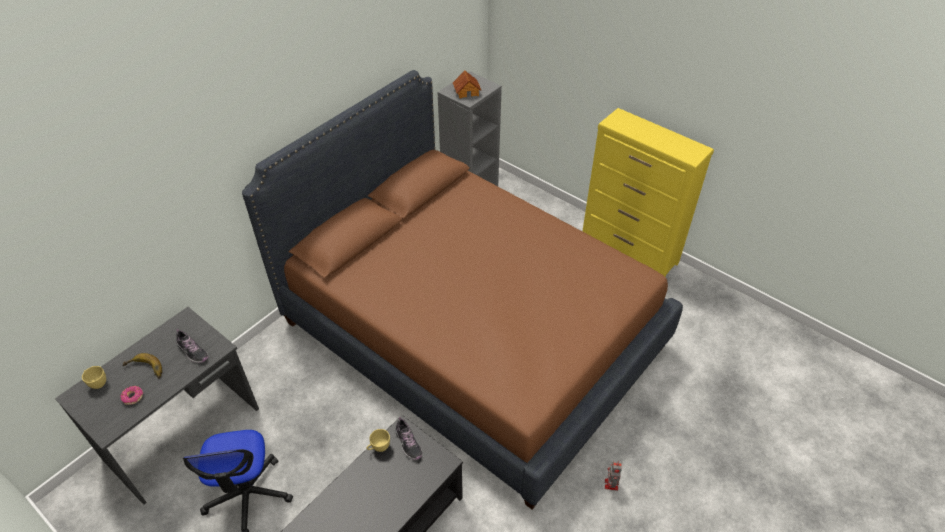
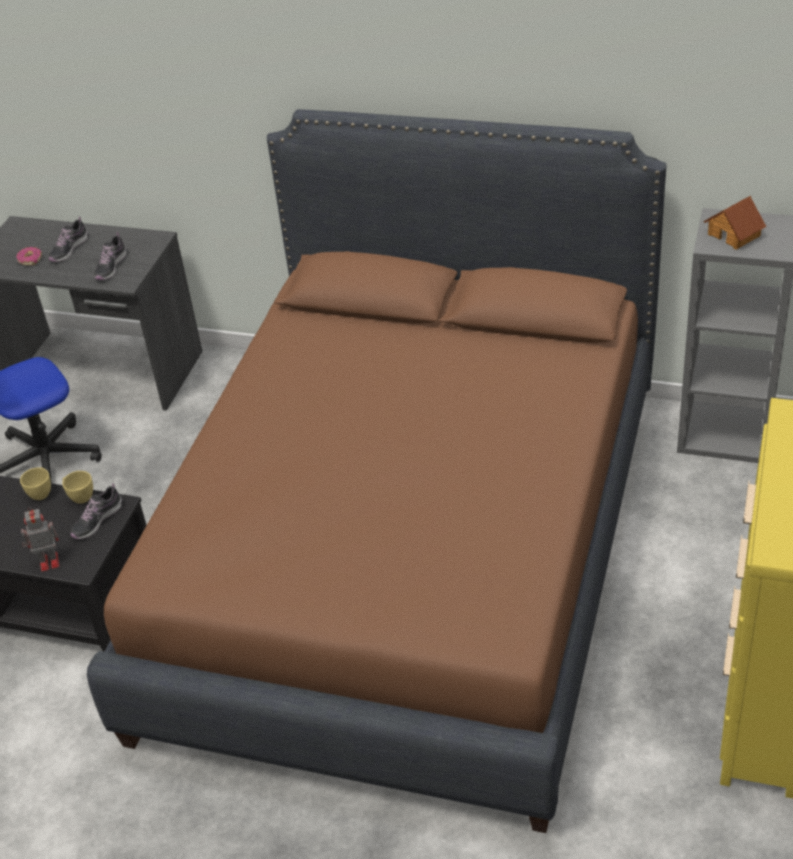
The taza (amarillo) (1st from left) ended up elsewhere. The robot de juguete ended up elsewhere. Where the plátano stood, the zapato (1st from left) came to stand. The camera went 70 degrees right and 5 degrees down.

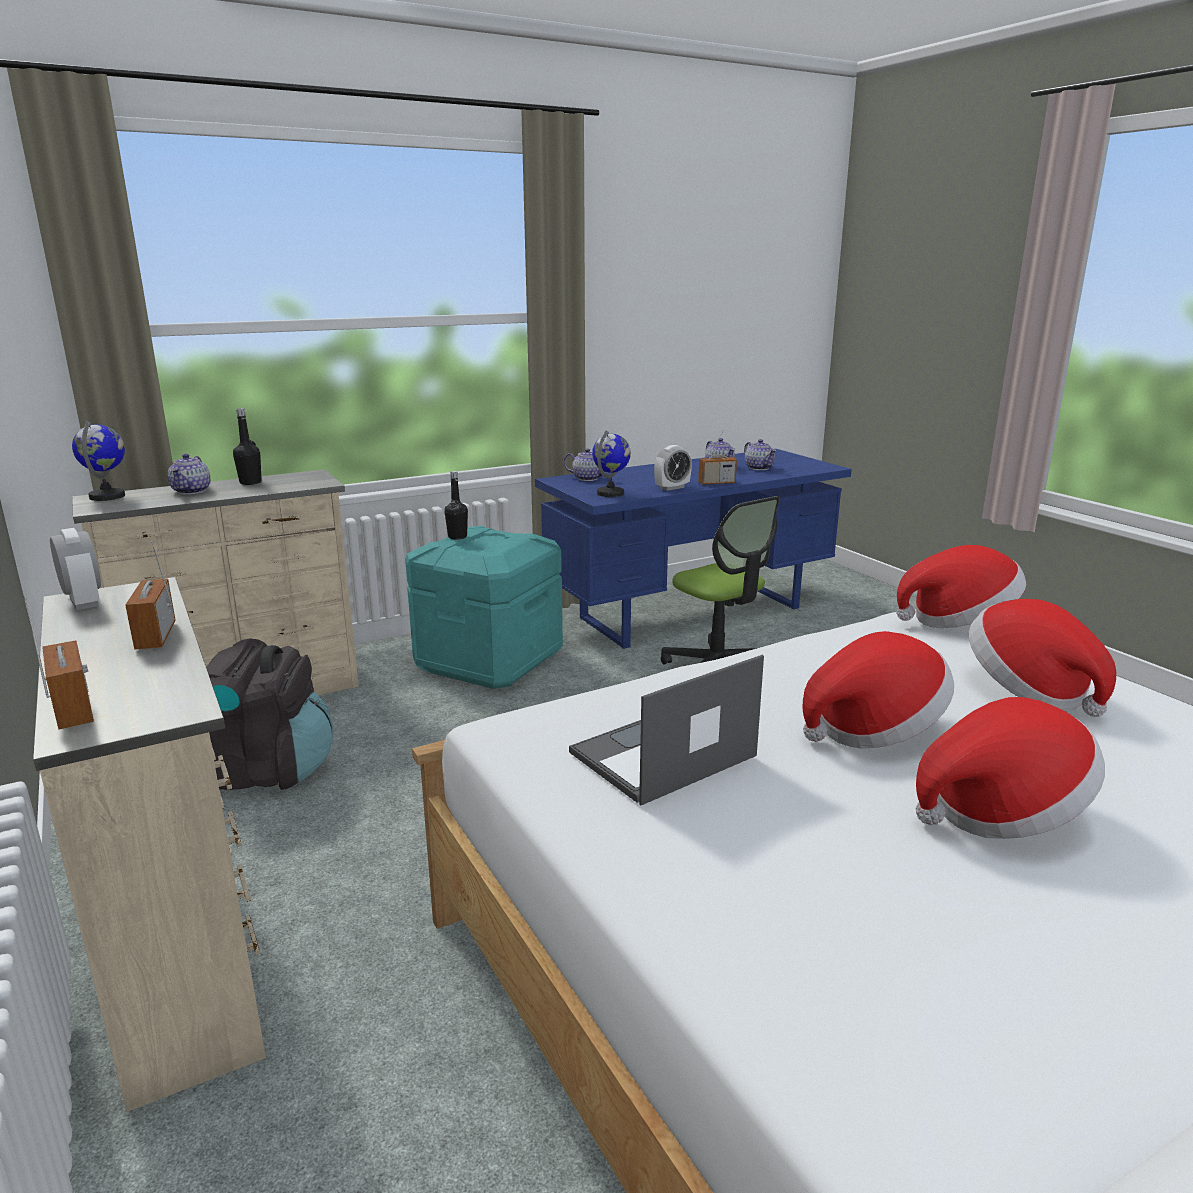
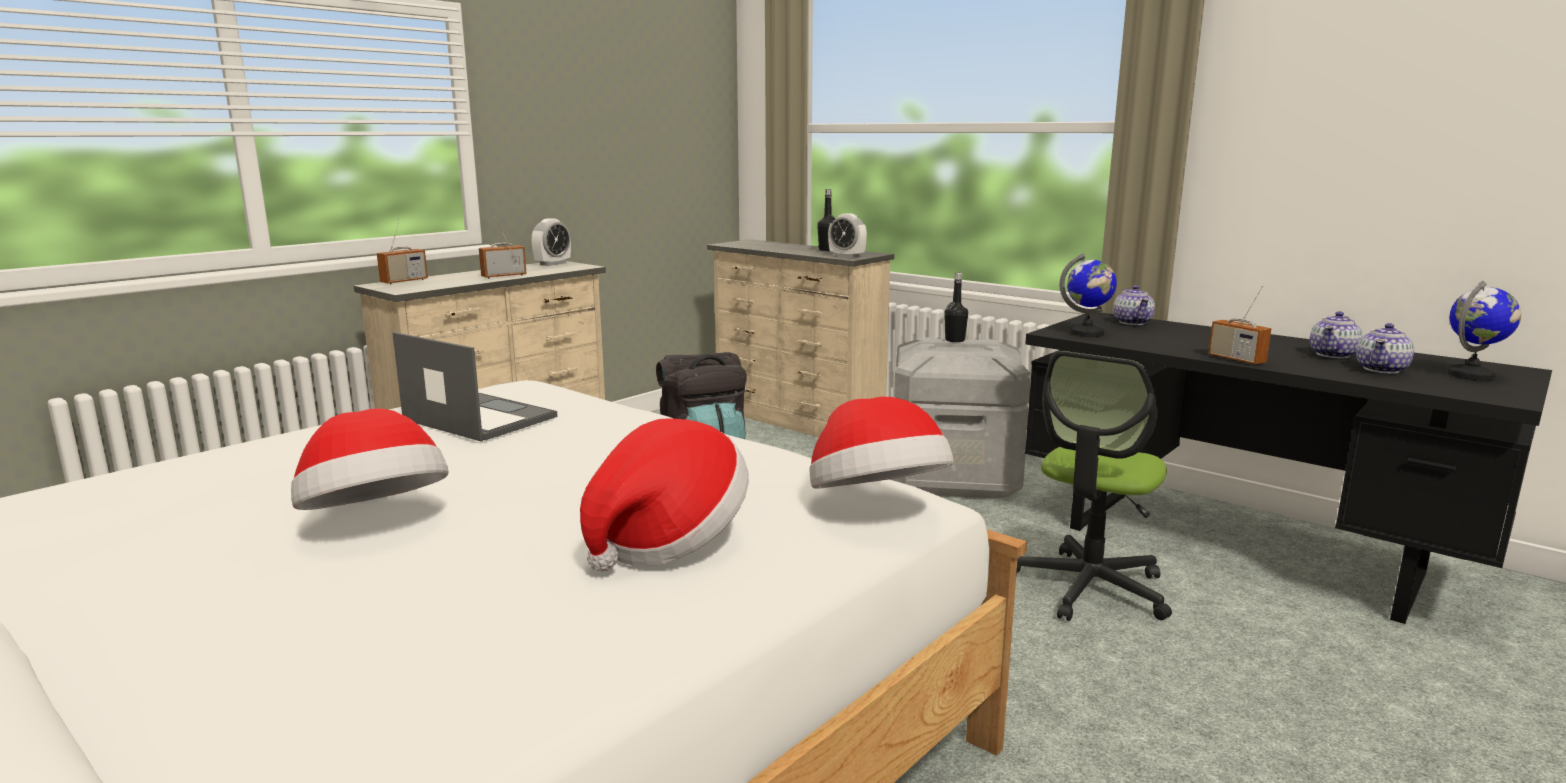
The despertador (2nd from left) ended up elsewhere. What was the caja de almacenaje (turquesa) turned into the caja de almacenaje (gris). What was the escritorio (azul) turned into the escritorio (negro). The globo terráqueo (1st from left in the first image) ended up elsewhere. The second view lost the tetera (1st from left). The second view lost the sombrero (1st from left). The camera went 70 degrees right and 5 degrees down.

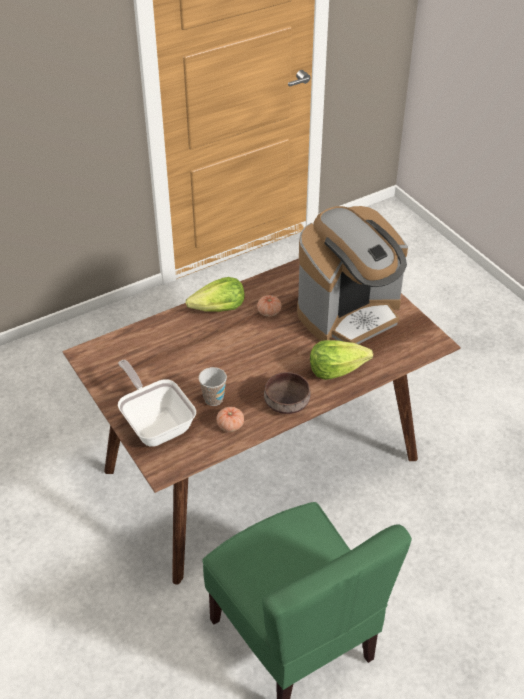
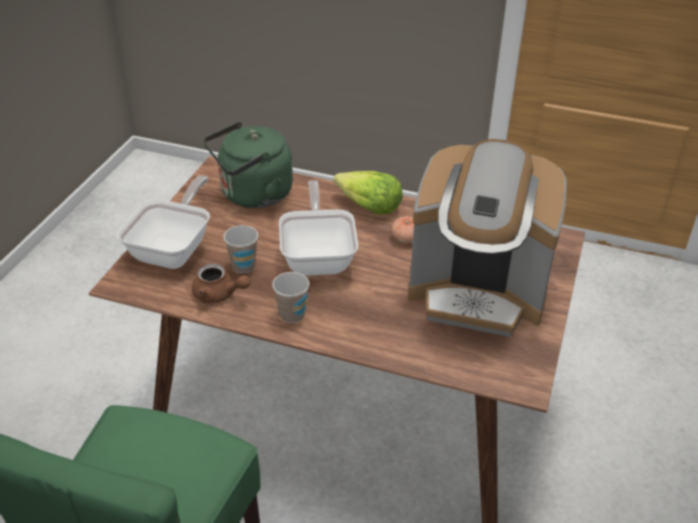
Where the tomate (1st from left) stood, the tetera (marrón) came to stand. The second view gained the hervidor (verde). Where the cuenco (marrón) stood, the taza (2nd from left) came to stand. The second view gained the sartén (2nd from left). The second view lost the lechuga (2nd from left). The camera went 50 degrees right and 5 degrees down.

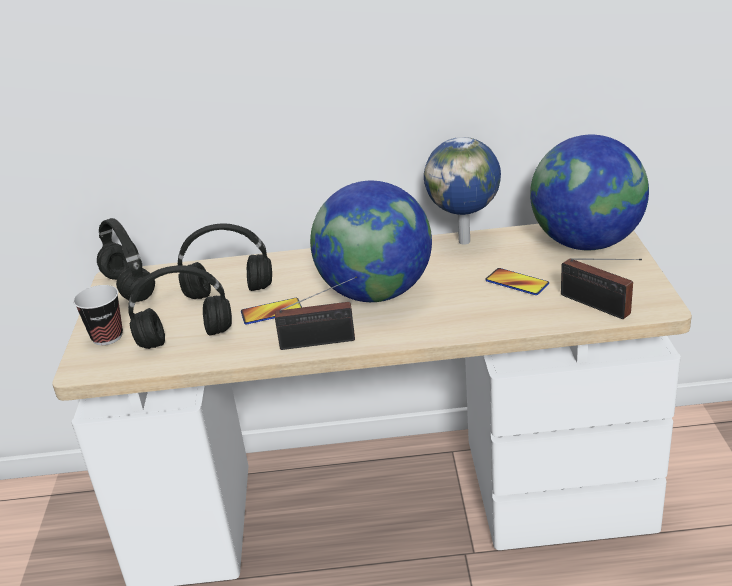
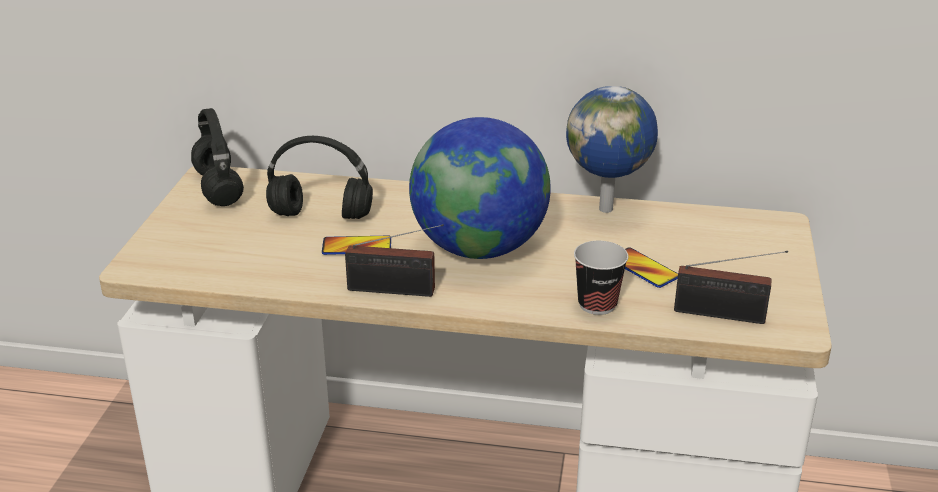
The taza ended up elsewhere. The radio (2nd from left) ended up facing another way, 45 degrees counterclockwise from before. The second view lost the auriculares (negro) (2nd from left). The second view lost the globo terráqueo (3rd from left). The camera went 10 degrees right and 0 degrees up.

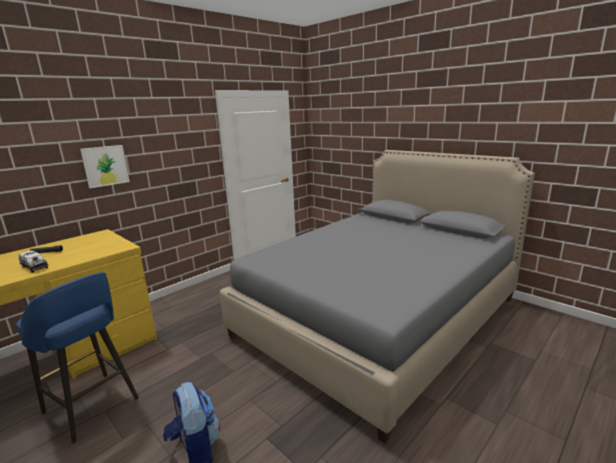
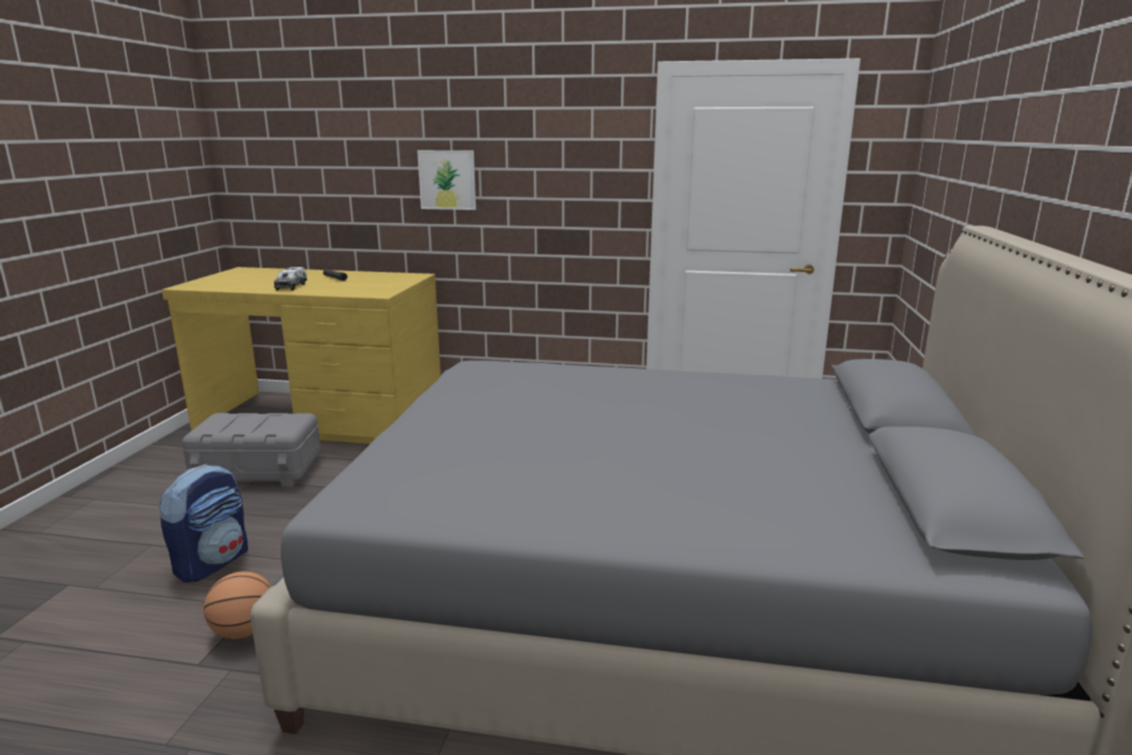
Where the taburete (azul) stood, the caja de almacenaje (gris) came to stand. The second view gained the balón de baloncesto. The camera went 55 degrees right and 0 degrees up.

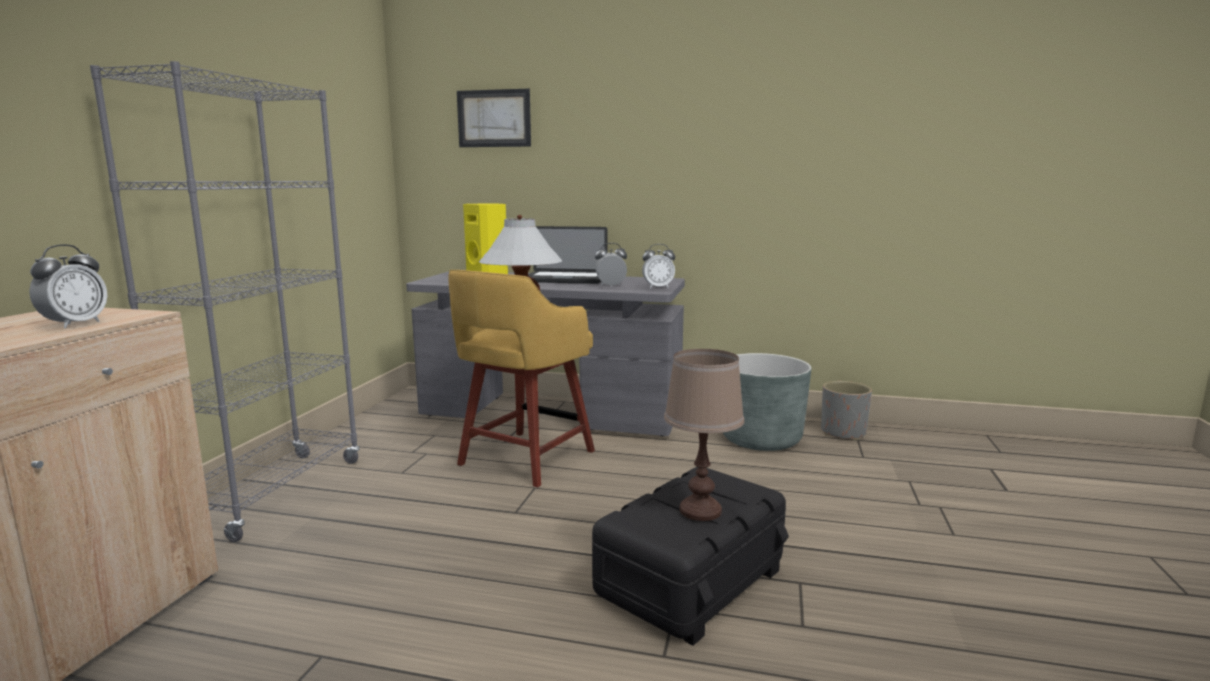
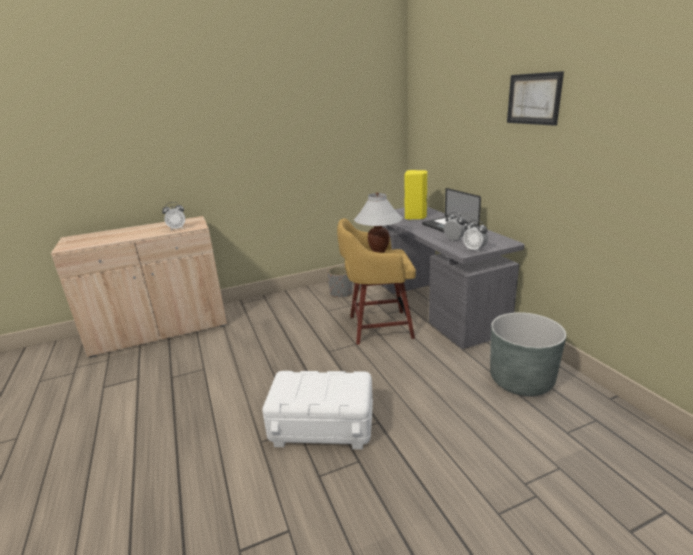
What was the caja de almacenaje (negro) turned into the caja de almacenaje (blanco). The maceta (gris) (2nd from left in the first image) ended up elsewhere. The cuadro ended up elsewhere. The second view lost the estantería (gris). The second view lost the lámpara de mesa (marrón). The camera went 55 degrees right and 10 degrees up.

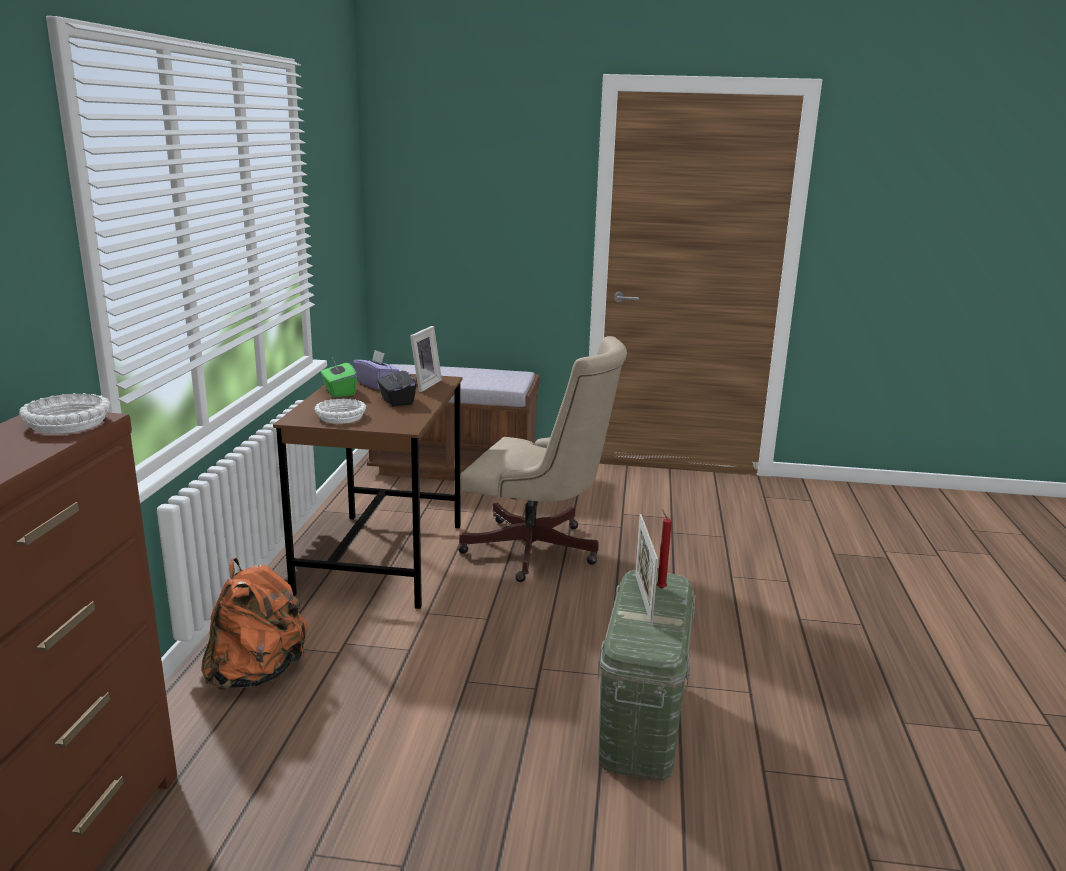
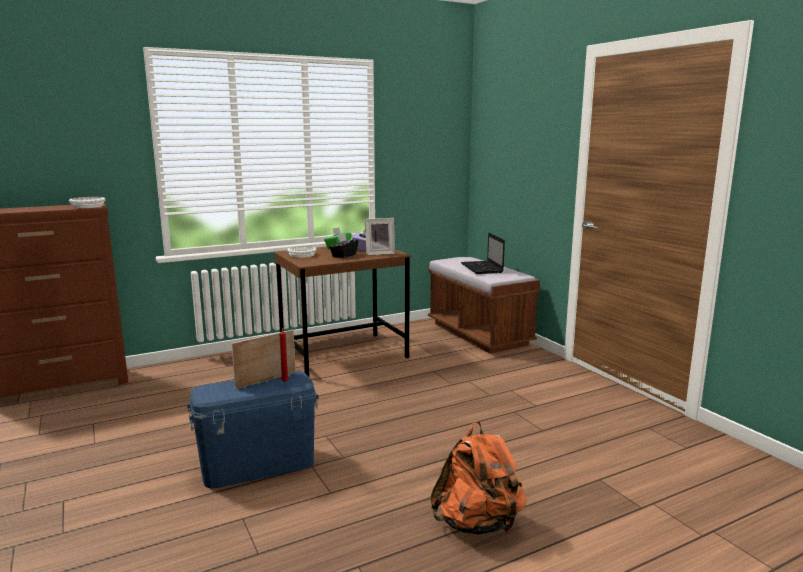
What was the caja de almacenaje (verde) turned into the caja de almacenaje (azul). The mochila (naranja) ended up elsewhere. The second view gained the portátil. The second view lost the silla de oficina (beis). The camera went 55 degrees right and 5 degrees down.

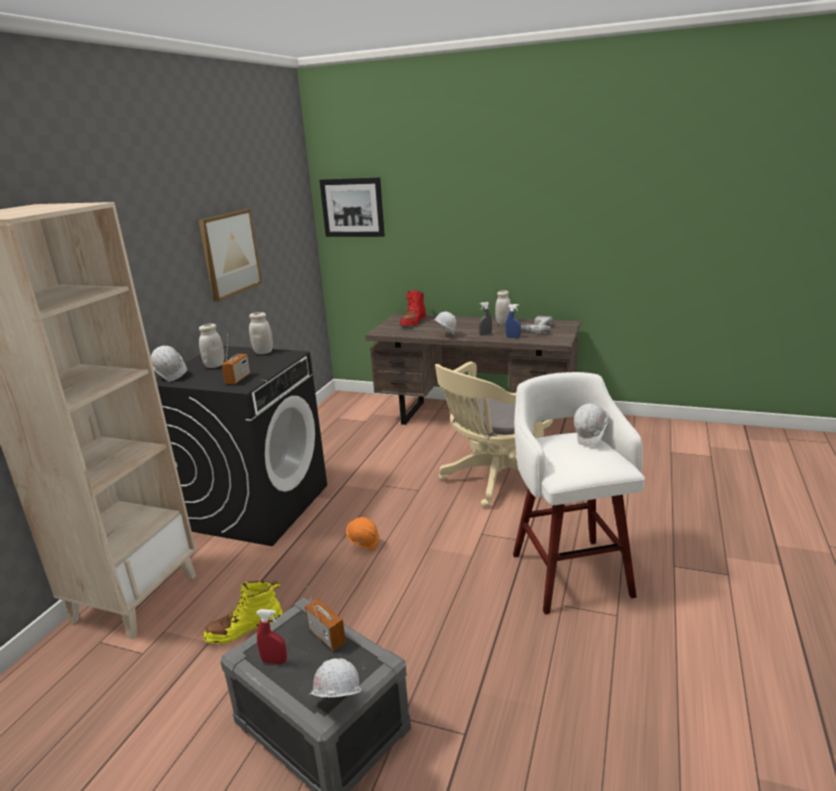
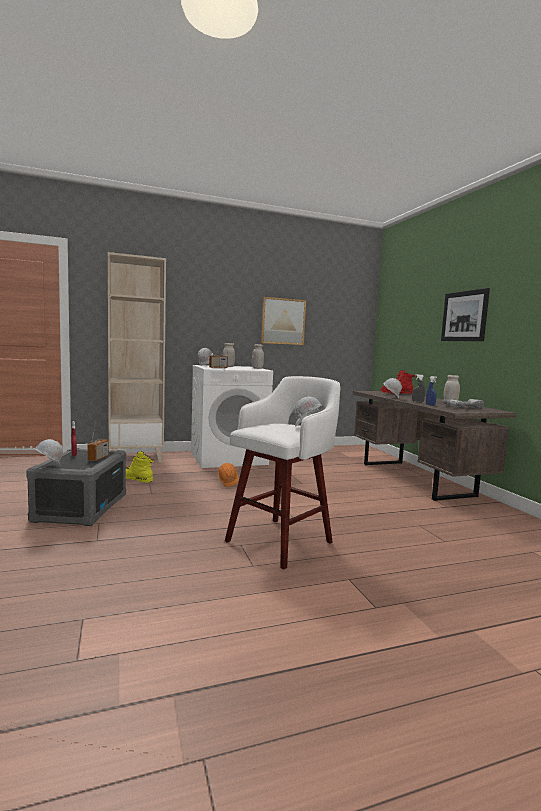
What was the lavadora (negro) turned into the lavadora (blanco). The cuadro (2nd from left) ended up elsewhere. The second view lost the silla de oficina (beis). The camera went 50 degrees right and 15 degrees down.

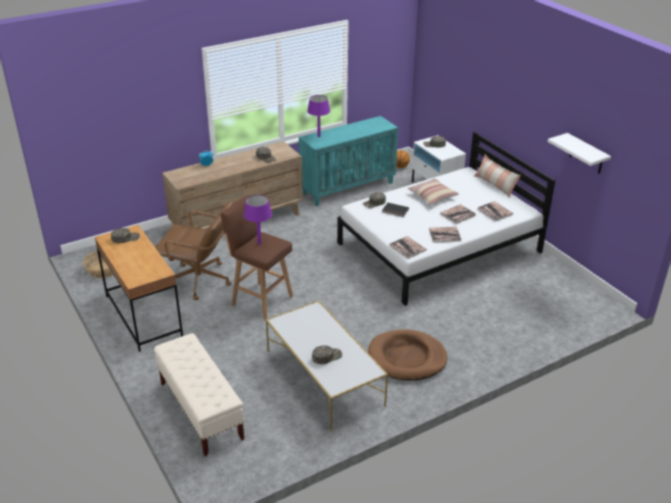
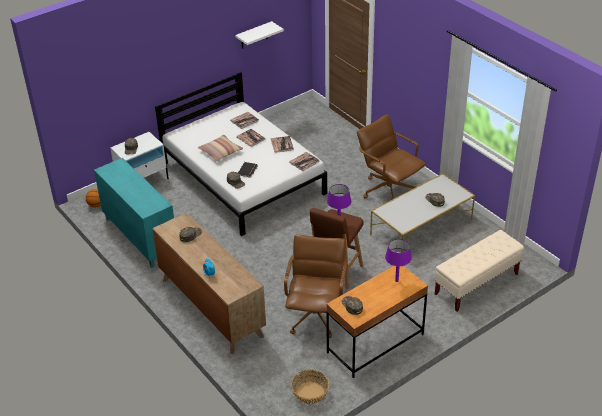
Where the cama para perro (marrón) stood, the silla de oficina (marrón) (2nd from left) came to stand. The lámpara de mesa (morado) (2nd from left) ended up elsewhere. The second view lost the cojín (2nd from left). The camera went 95 degrees left and 5 degrees up.

